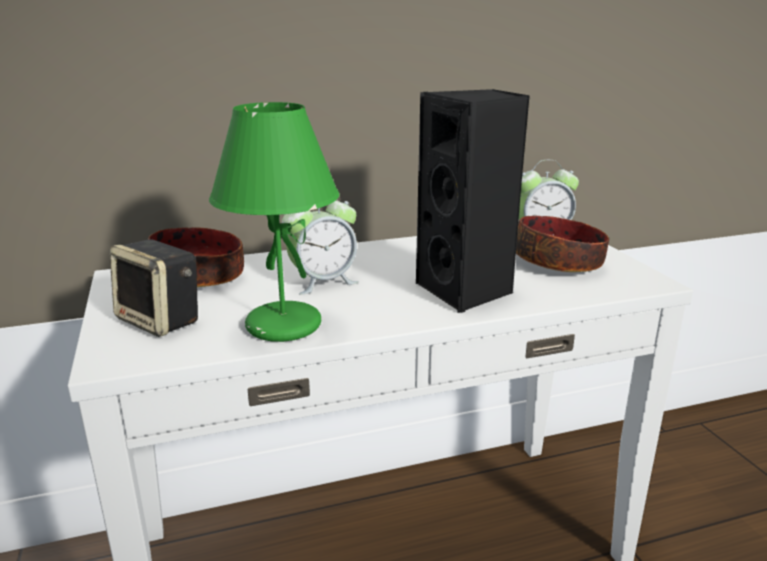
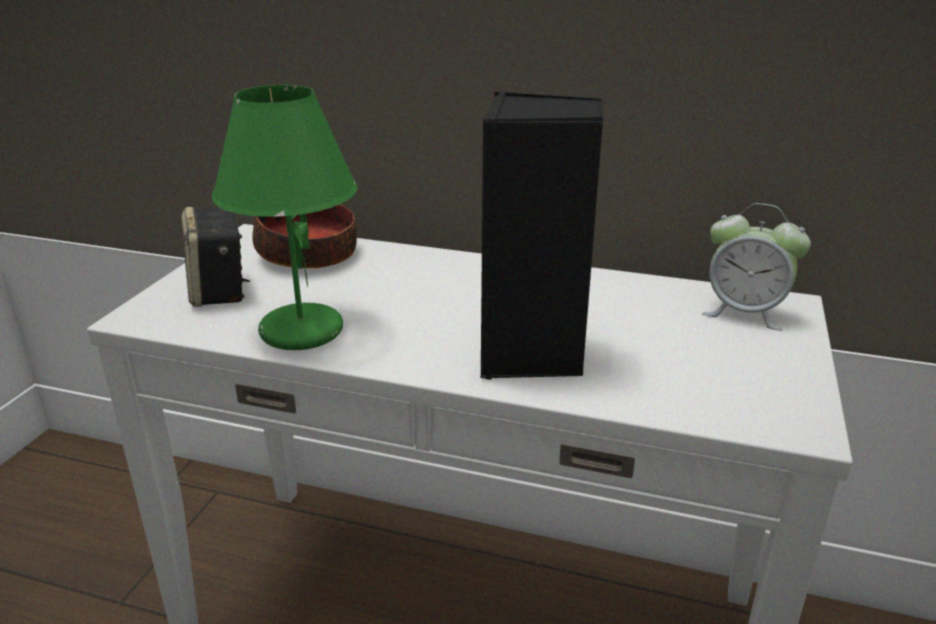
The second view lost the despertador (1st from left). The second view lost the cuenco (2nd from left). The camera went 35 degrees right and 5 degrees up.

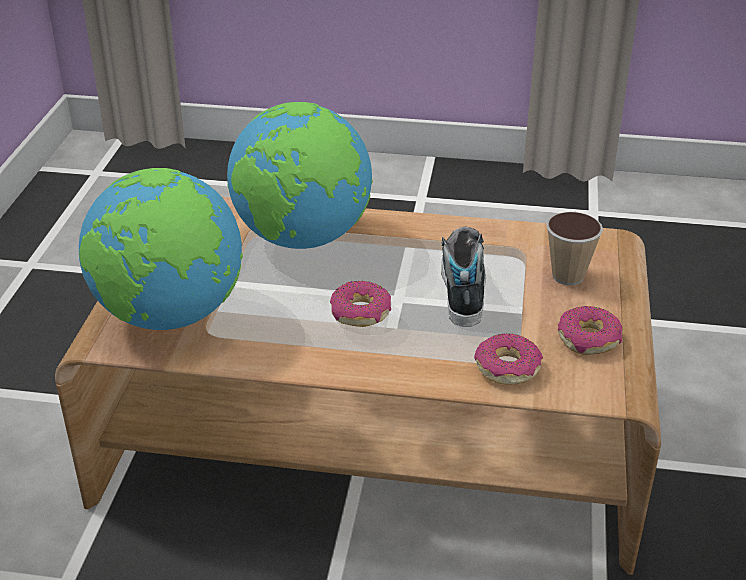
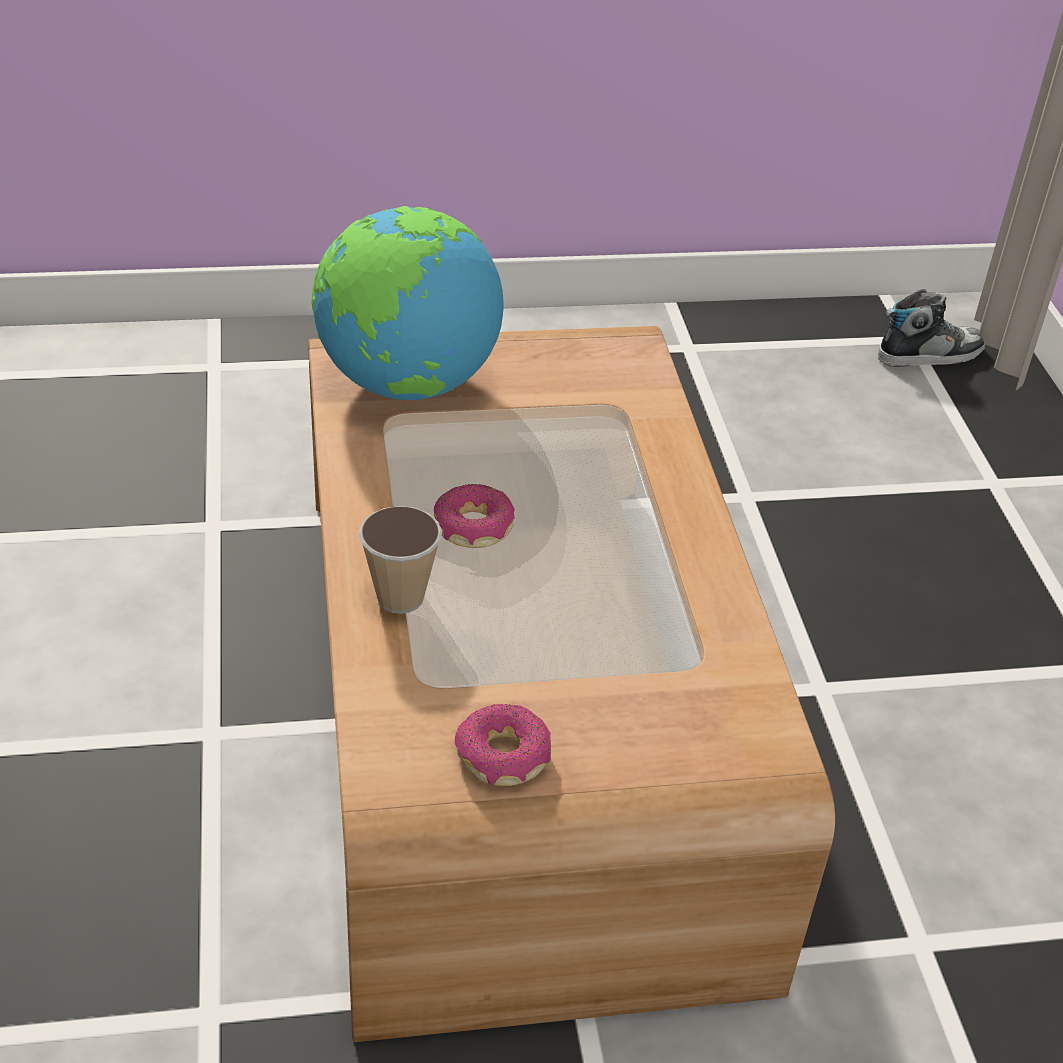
The taza ended up elsewhere. The zapato ended up elsewhere. The second view lost the globo terráqueo (2nd from left). The second view lost the rosquilla (2nd from left). The camera went 70 degrees right and 5 degrees up.

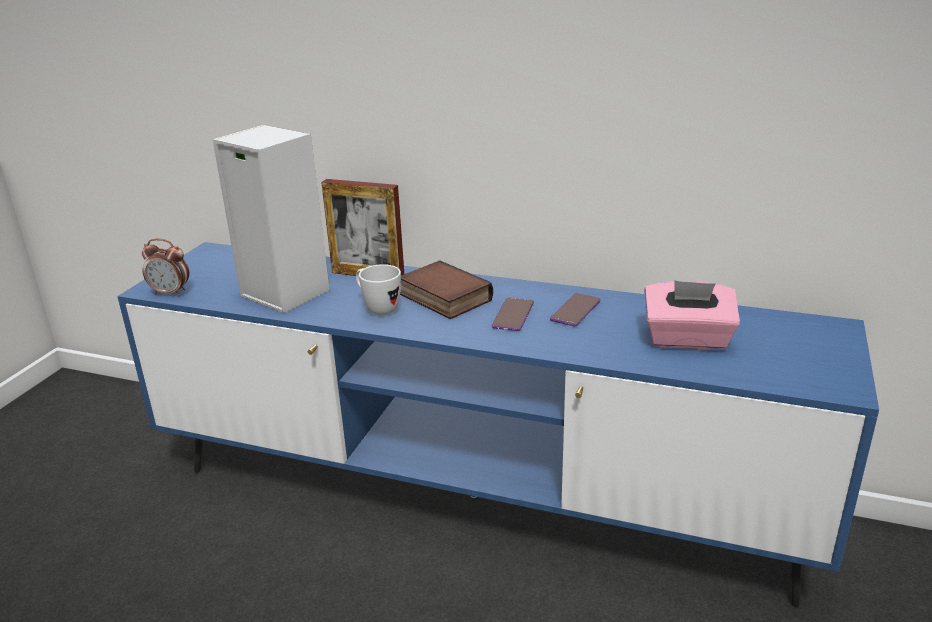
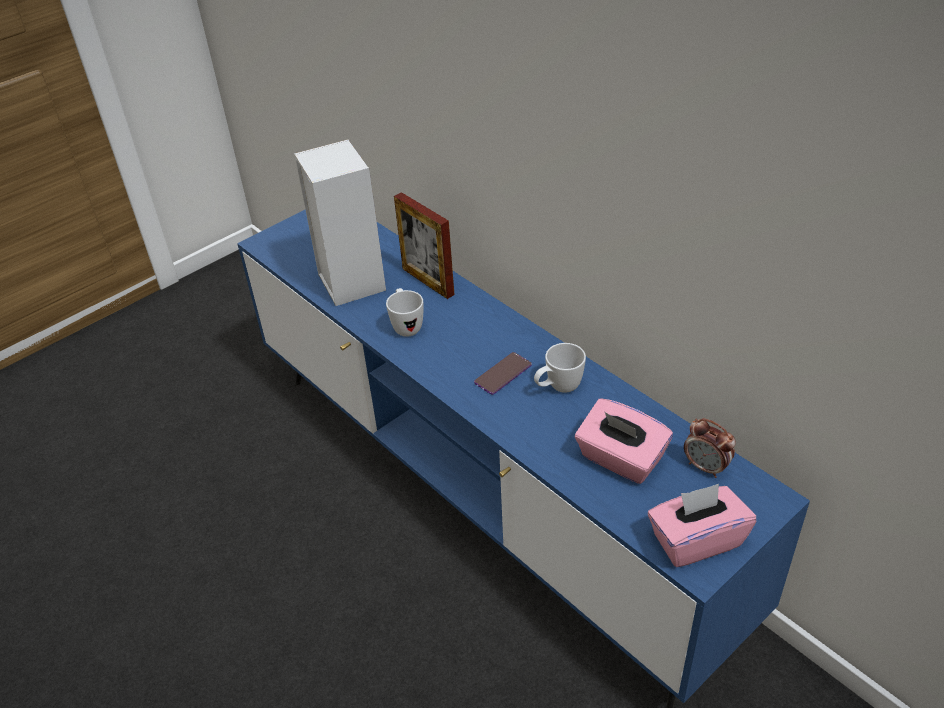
Where the móvil (2nd from left) stood, the taza grande (blanco) (2nd from left) came to stand. The second view gained the caja de pañuelos (rosa) (2nd from left). The despertador ended up elsewhere. The second view lost the libro. The camera went 30 degrees right and 15 degrees up.

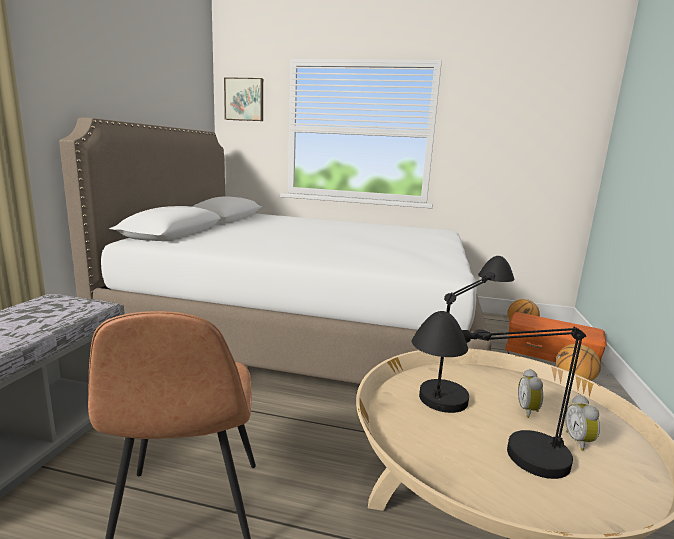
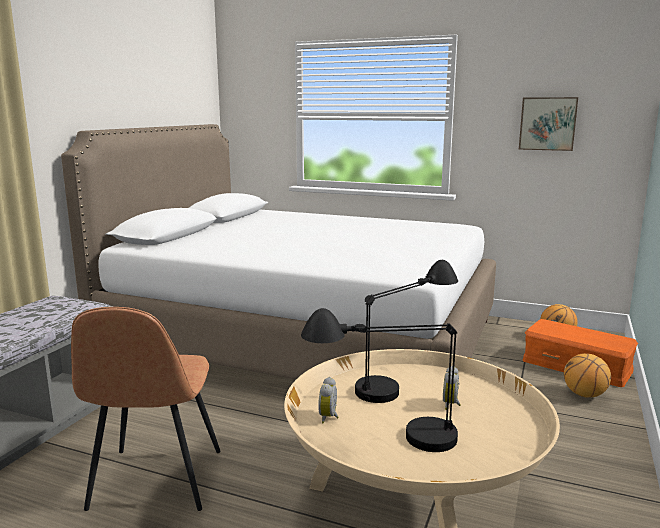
The despertador (2nd from left in the first image) ended up elsewhere. The cuadro ended up elsewhere. The camera went 10 degrees right and 0 degrees up.

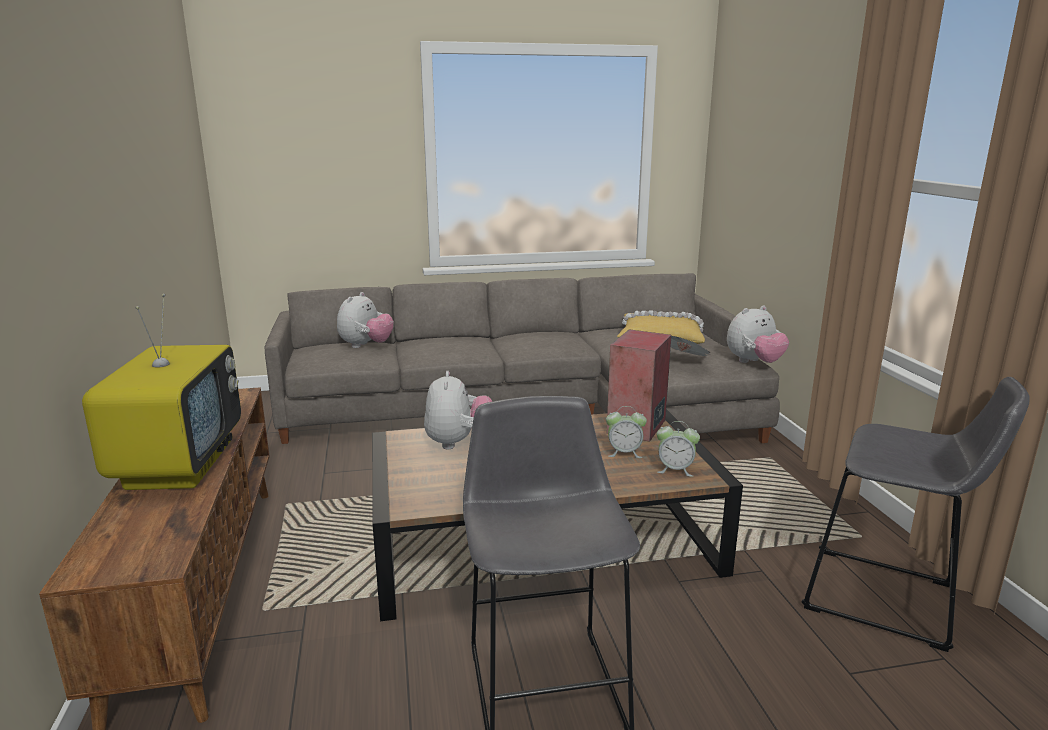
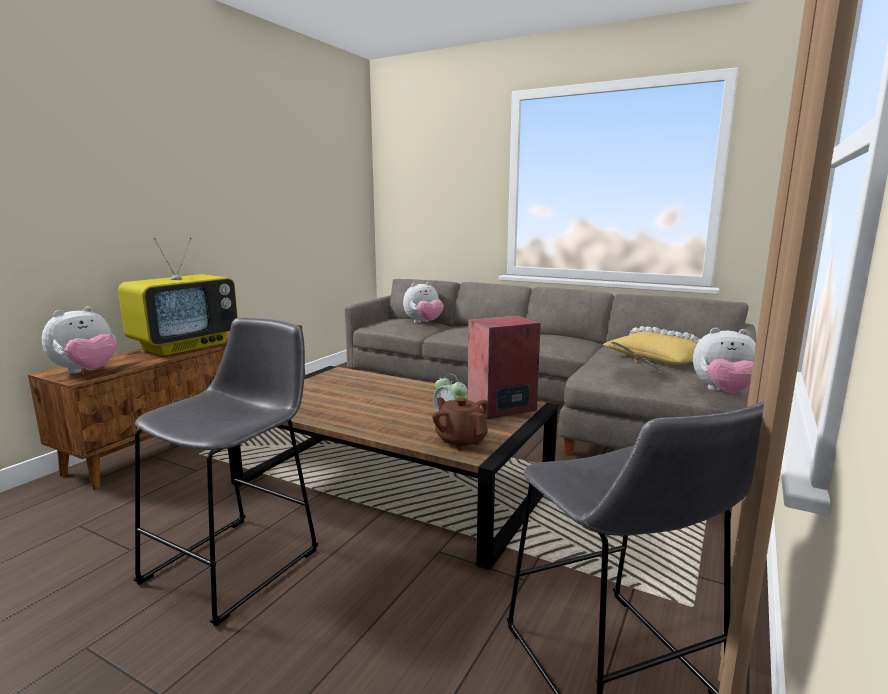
The peluche (2nd from left in the first image) ended up elsewhere. Where the despertador (2nd from left) stood, the tetera (marrón) came to stand. The camera went 40 degrees right and 5 degrees down.

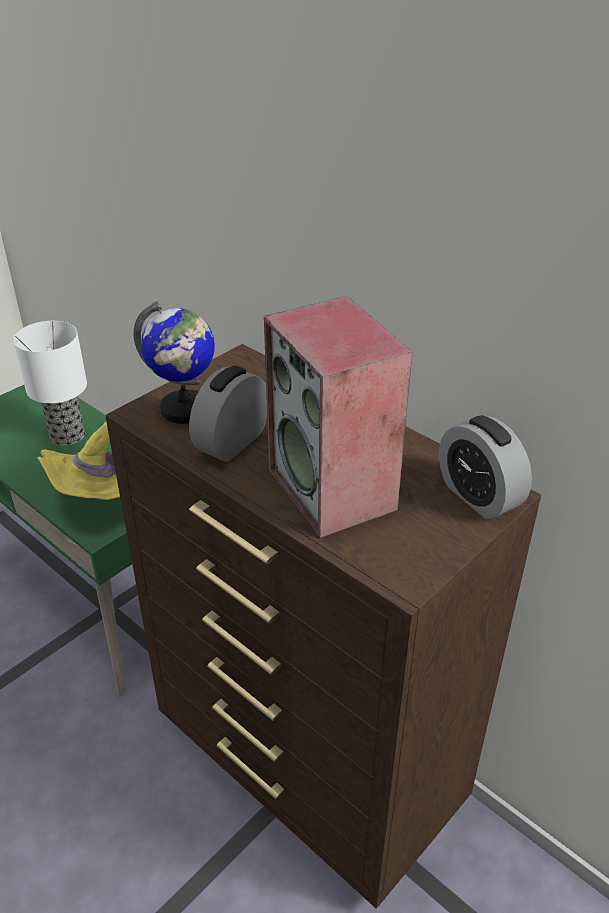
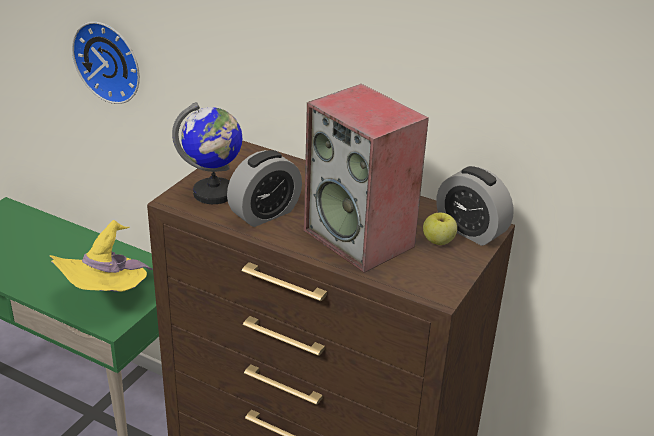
The second view gained the reloj de pared. The despertador (1st from left) ended up facing another way, 150 degrees counterclockwise from before. The second view gained the manzana. The second view lost the lámpara de mesa. The camera went 15 degrees left and 5 degrees down.

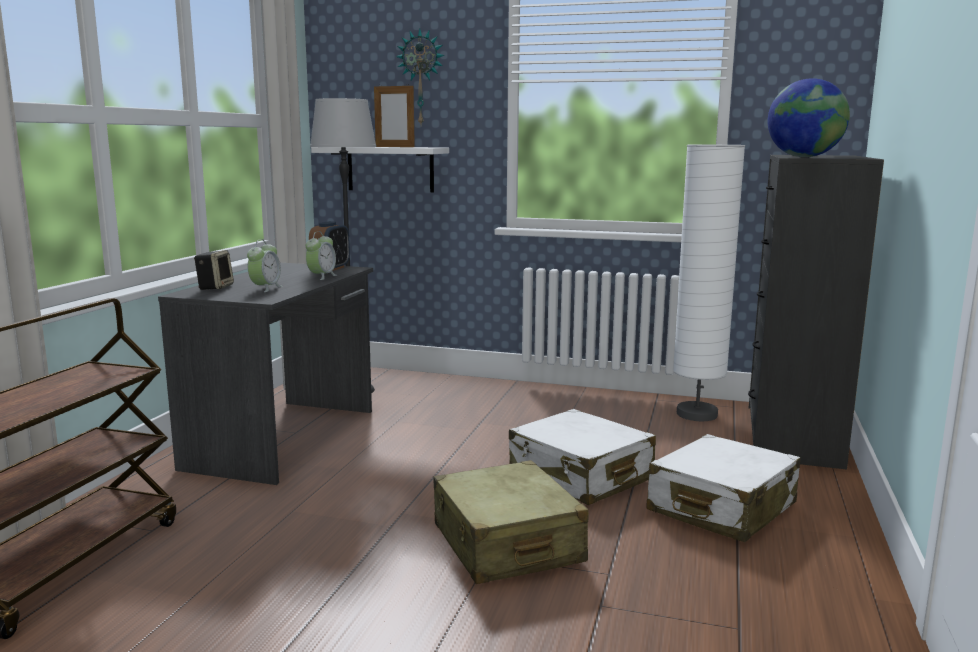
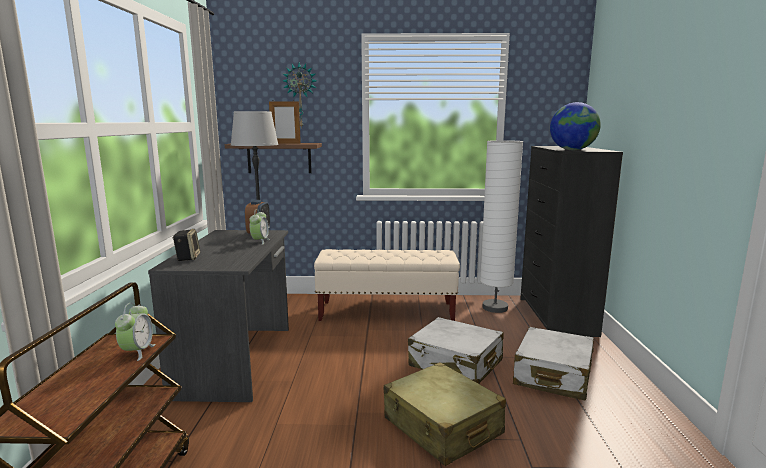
The despertador (1st from left) ended up elsewhere. What was the estante (blanco) turned into the estante (marrón). The second view gained the banco (beis). The camera went 15 degrees left and 0 degrees up.

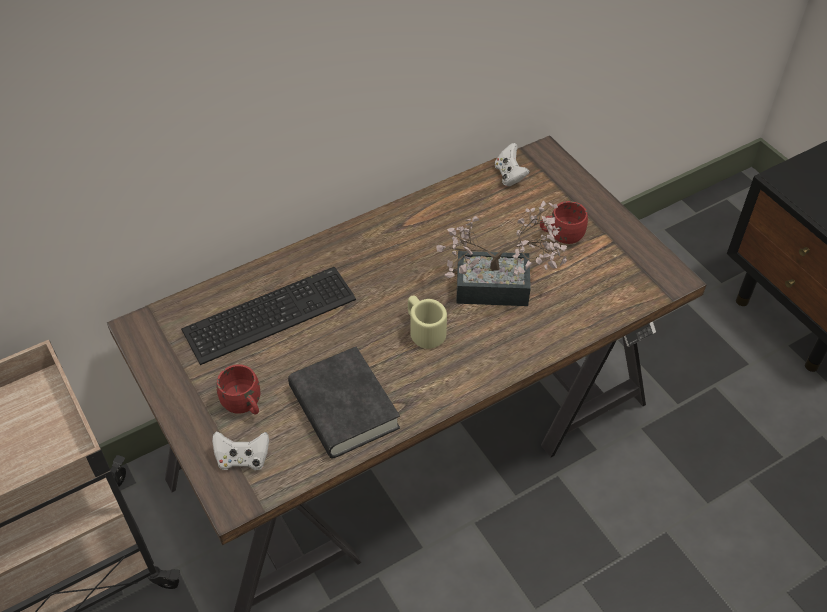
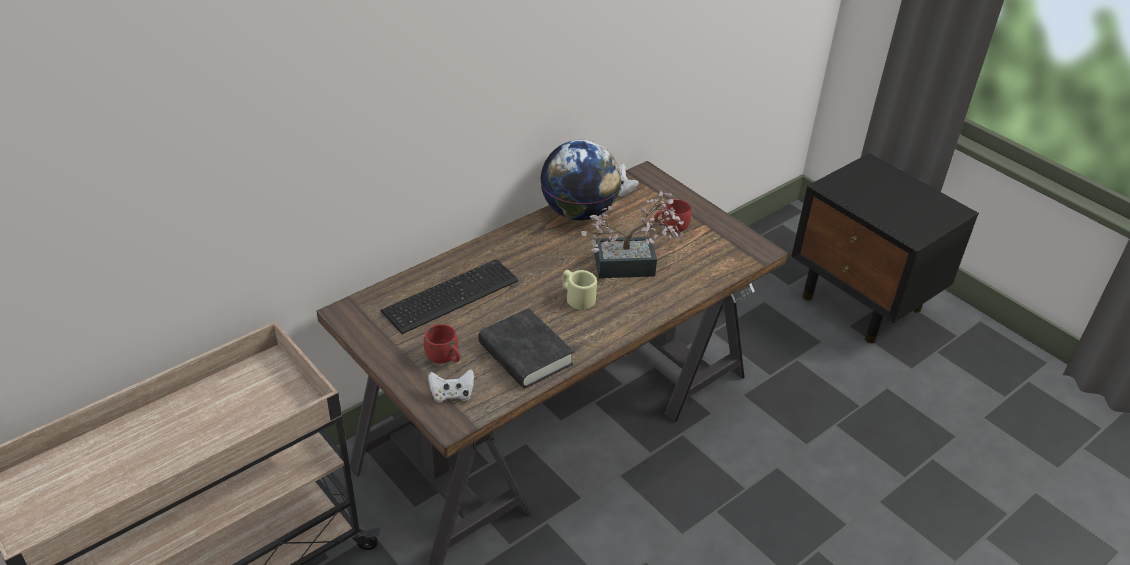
The second view gained the globo terráqueo. The camera went 10 degrees left and 10 degrees down.

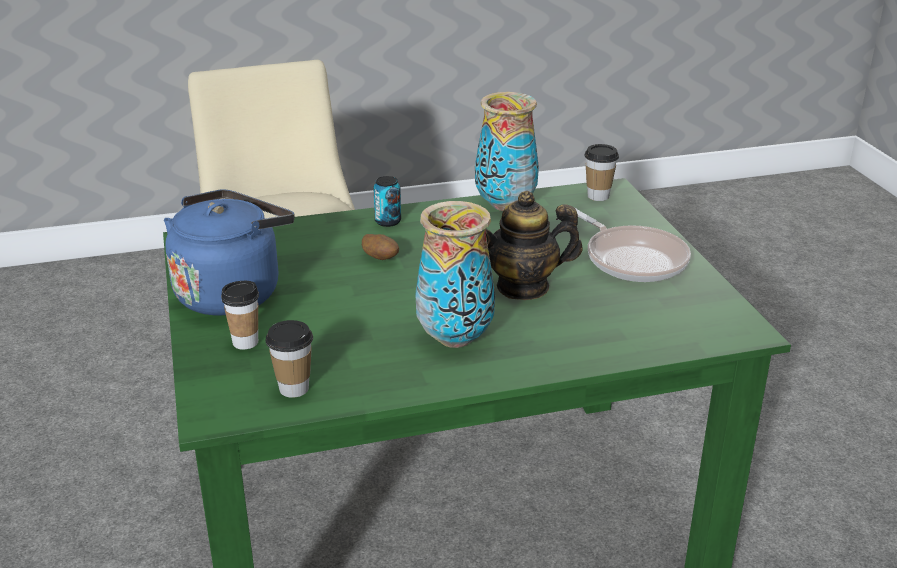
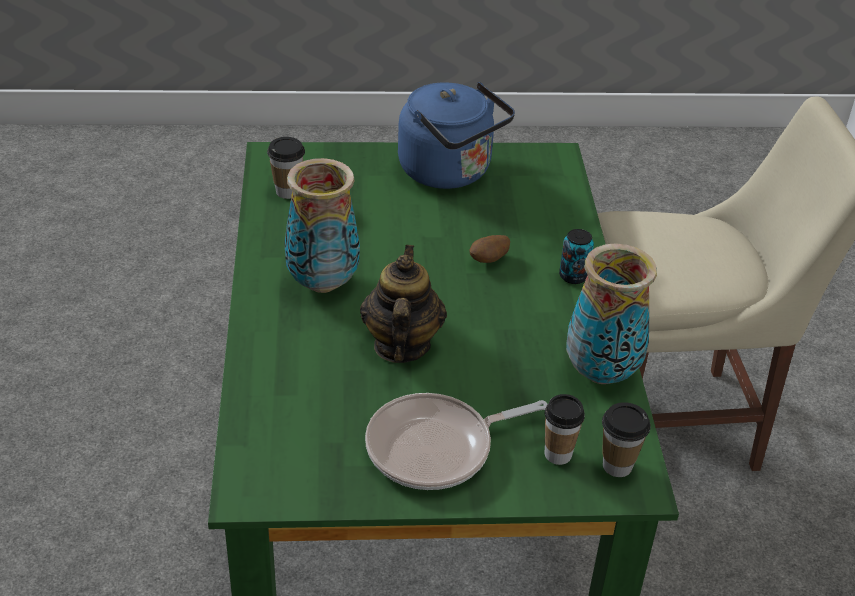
The taza (1st from left in the first image) ended up elsewhere. The camera went 100 degrees right and 10 degrees up.

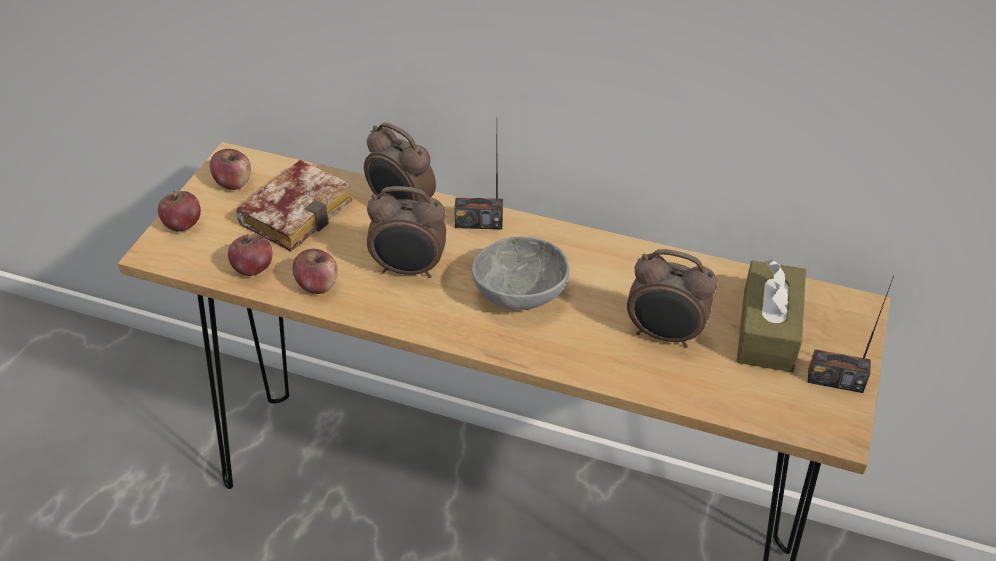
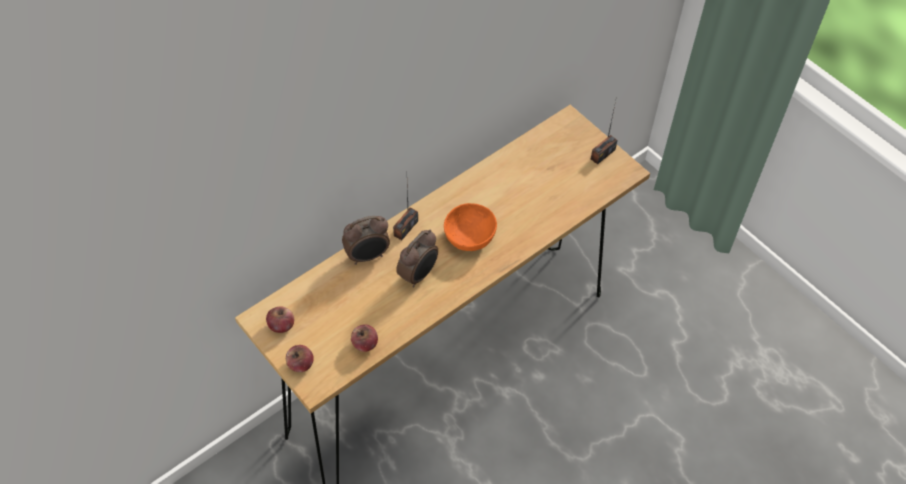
What was the cuenco (gris) turned into the cuenco (naranja). The second view lost the libro. The second view lost the manzana (4th from left). The second view lost the despertador (3rd from left). The second view lost the caja de pañuelos (marrón). The camera went 60 degrees left and 10 degrees up.

